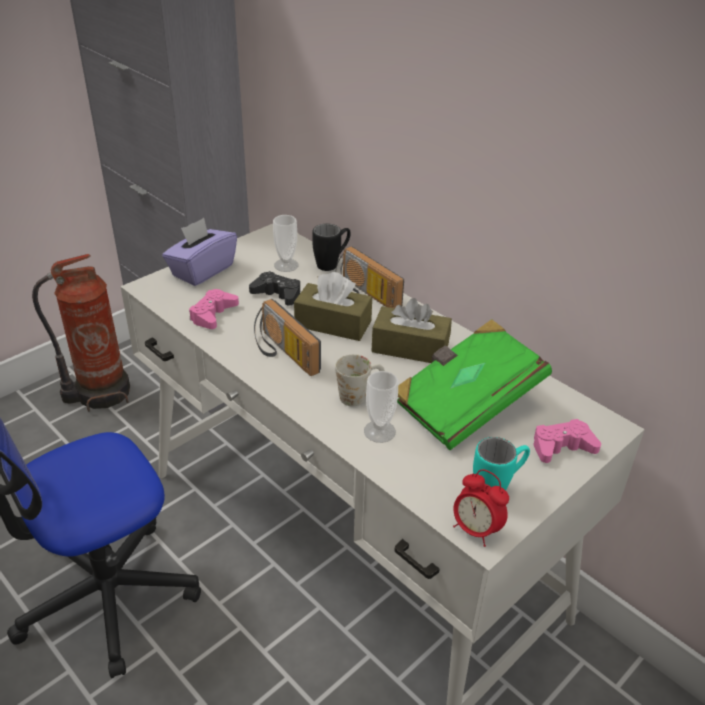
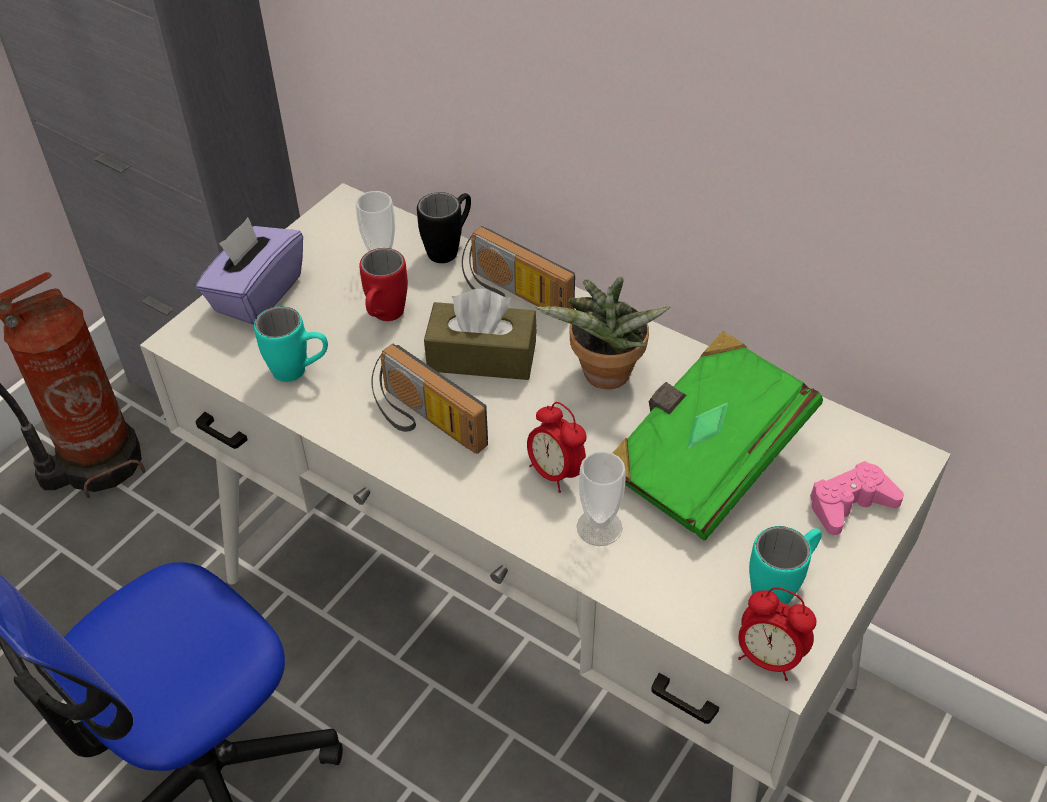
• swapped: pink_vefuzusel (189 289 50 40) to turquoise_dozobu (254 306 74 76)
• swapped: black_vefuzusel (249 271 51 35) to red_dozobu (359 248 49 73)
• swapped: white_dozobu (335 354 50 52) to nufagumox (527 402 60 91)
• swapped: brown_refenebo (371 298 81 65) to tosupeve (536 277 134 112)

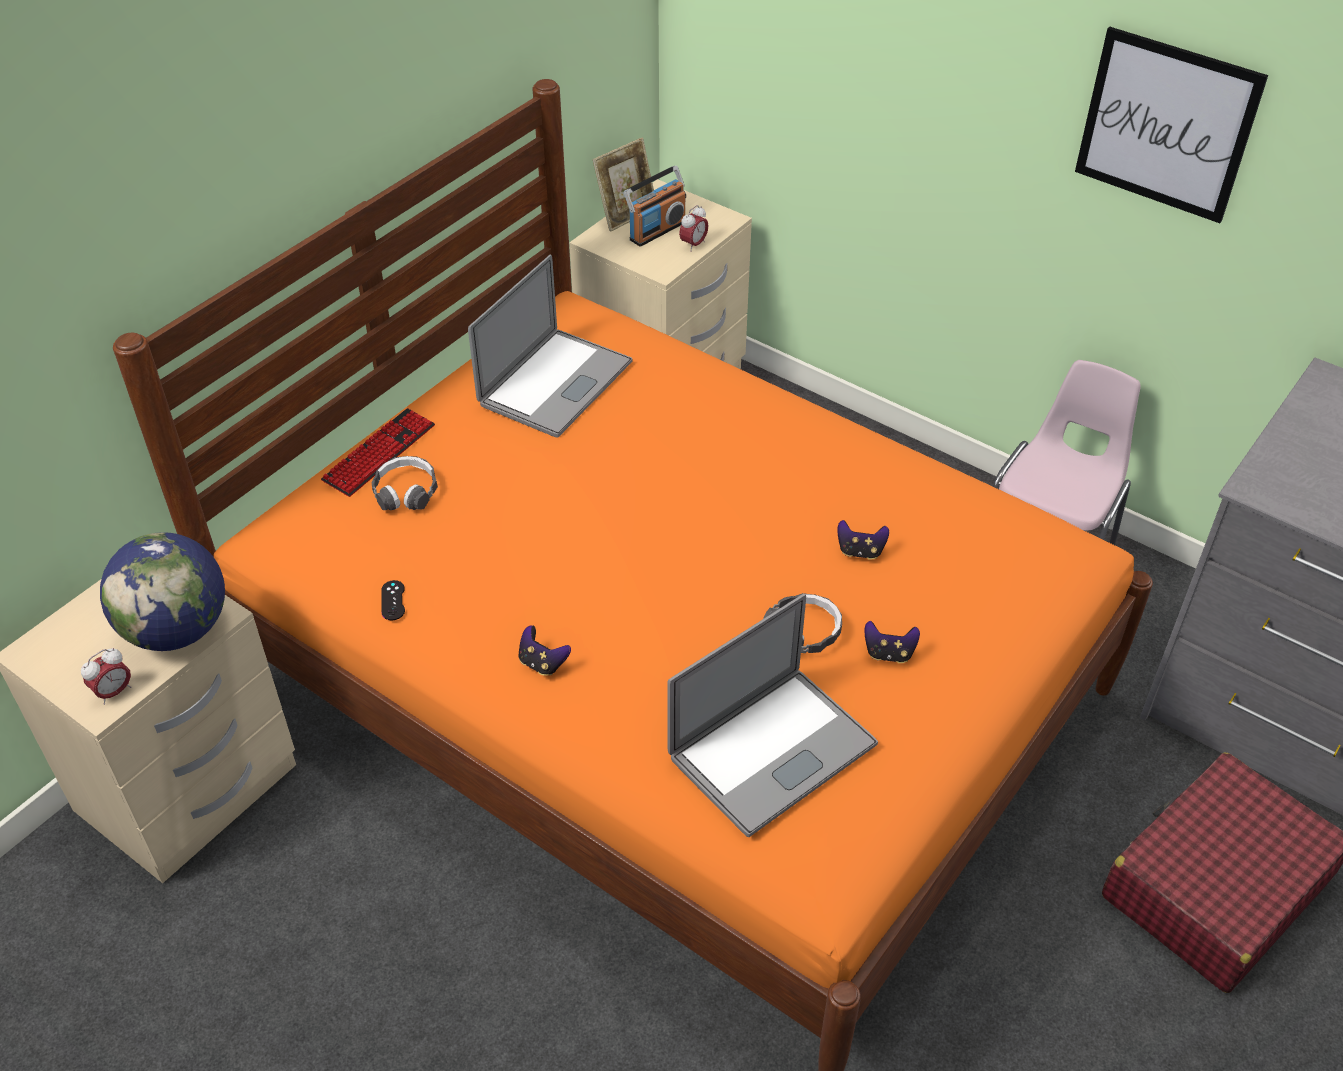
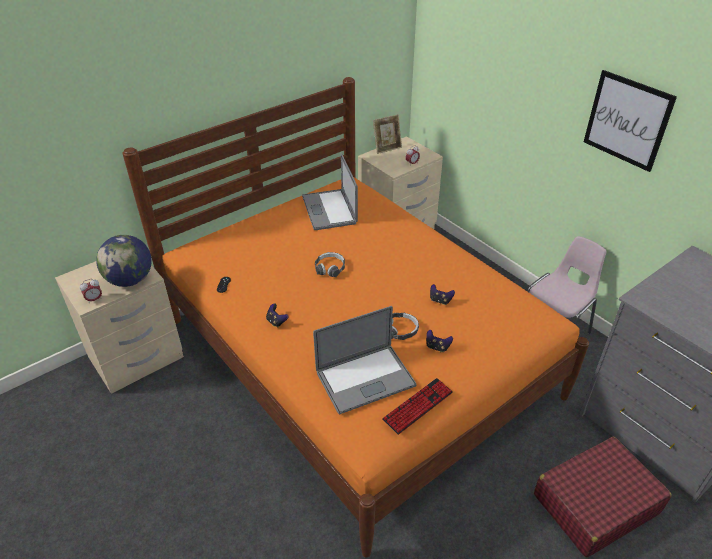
• gone: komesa (624 166 62 81)
• shifted: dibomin (321 408 114 89) to (382 378 71 57)
• shifted: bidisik (372 456 66 54) to (315 252 30 25)
• rotated: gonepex (468 255 164 183) = (302 153 56 77) 120 degrees clockwise

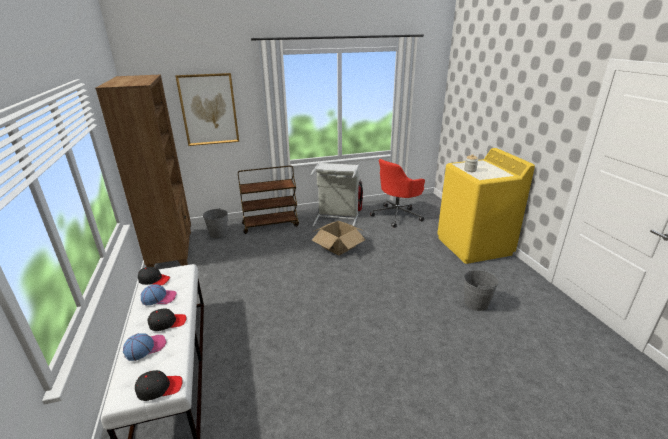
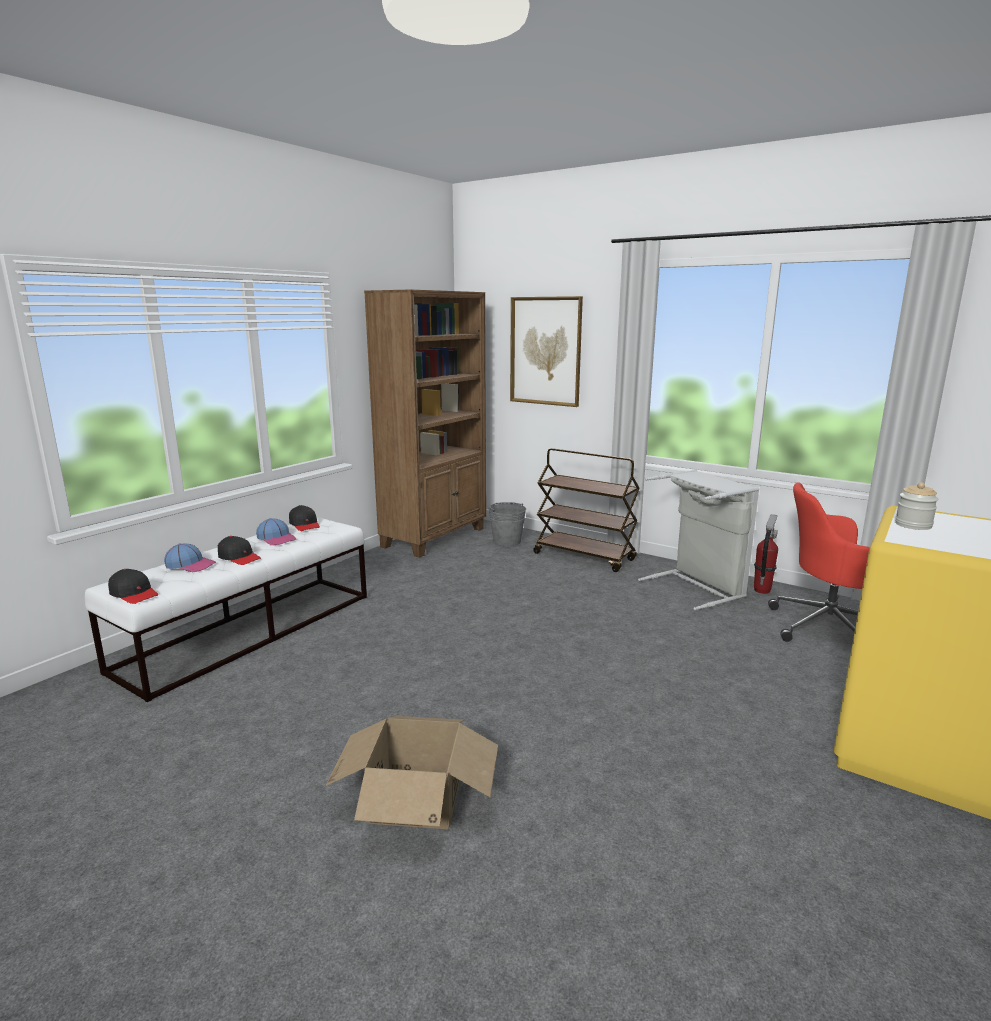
• gone: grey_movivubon (464 269 35 42)
• shifted: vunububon (312 221 54 35) to (326 716 172 113)

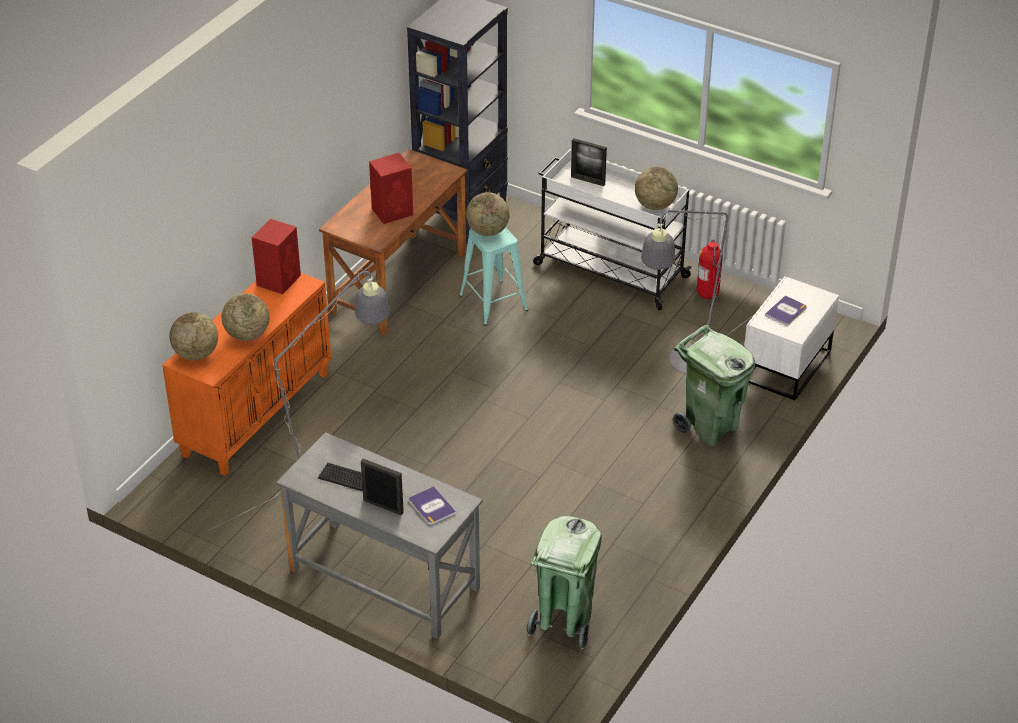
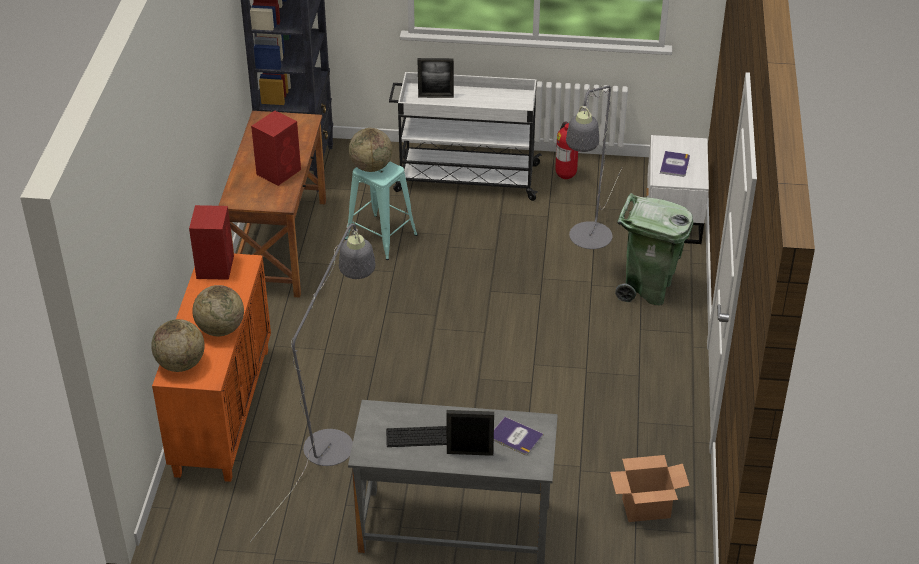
• gone: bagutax (635 167 43 43)
• swapped: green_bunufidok (526 516 76 133) to vunububon (610 455 80 67)

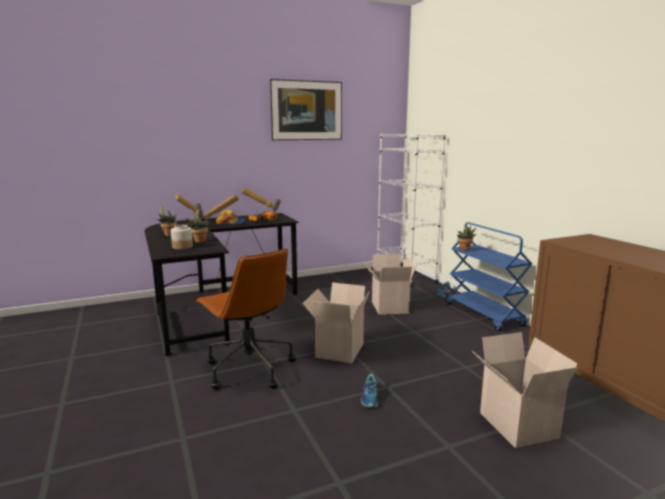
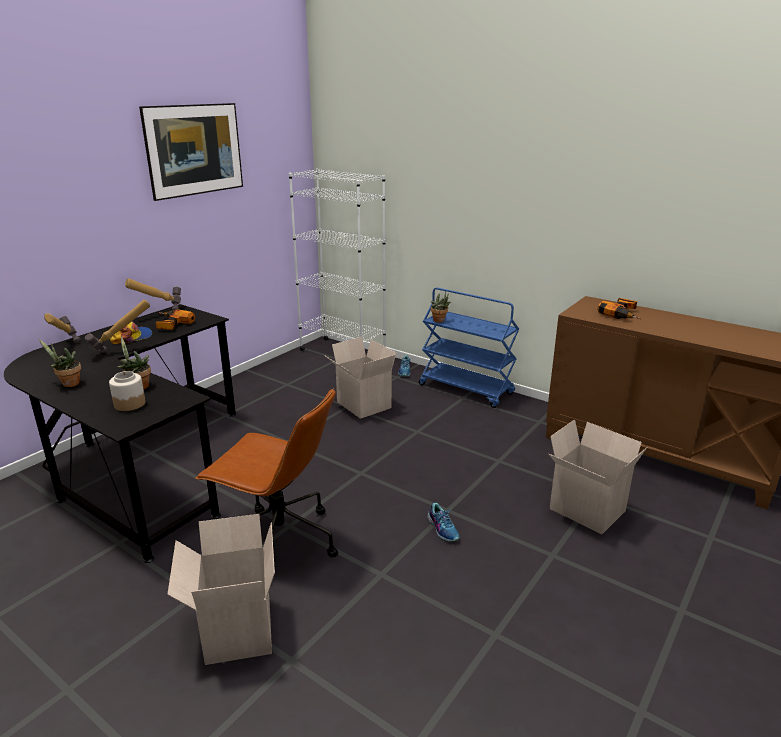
• new: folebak (598 298 43 21)
• shifted: vunububon (303 282 67 81) to (167 514 108 151)

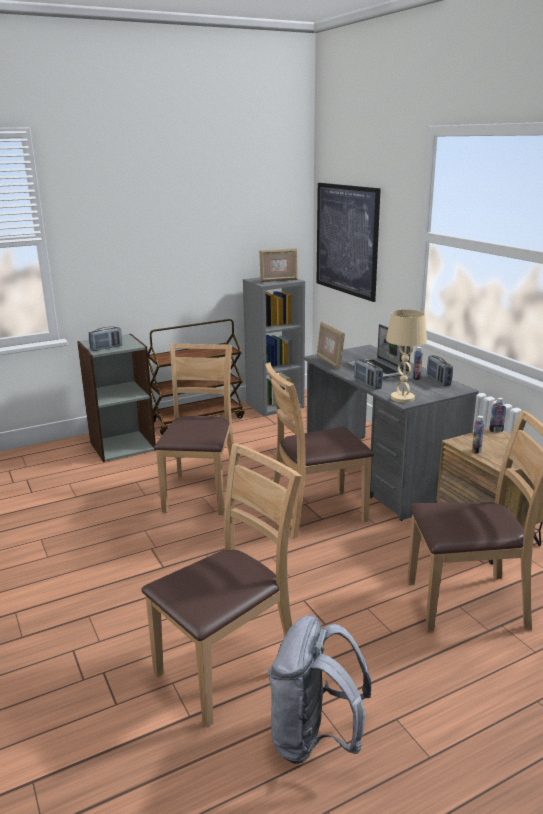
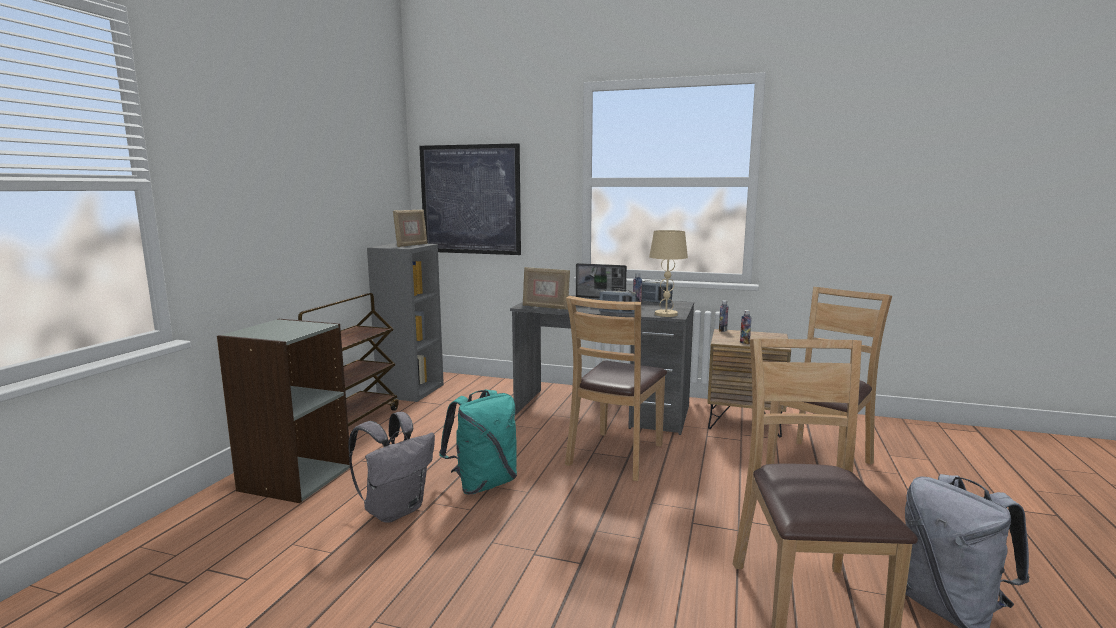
• gone: komesa (89 326 33 25)
• new: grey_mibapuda (348 412 87 111)
• swapped: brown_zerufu (154 344 80 171) to turquoise_mibapuda (439 390 78 105)

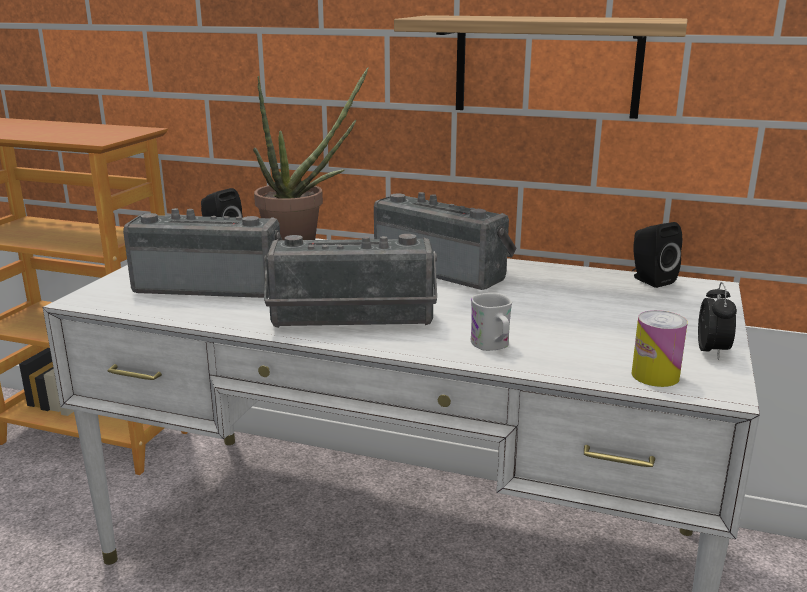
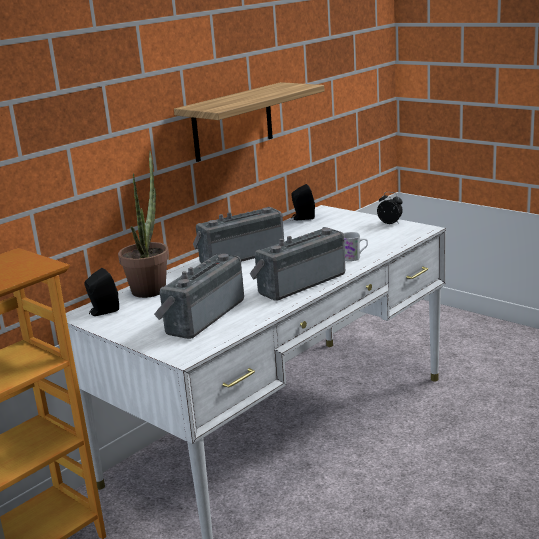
• gone: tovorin (631 310 57 77)
• rotated: komesa (264 234 173 94) = (250 227 95 74) 150 degrees counterclockwise

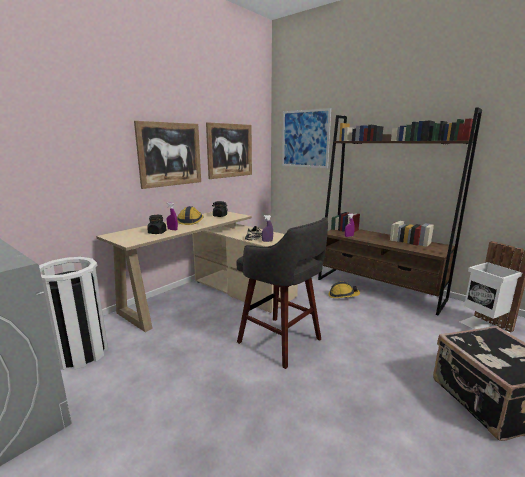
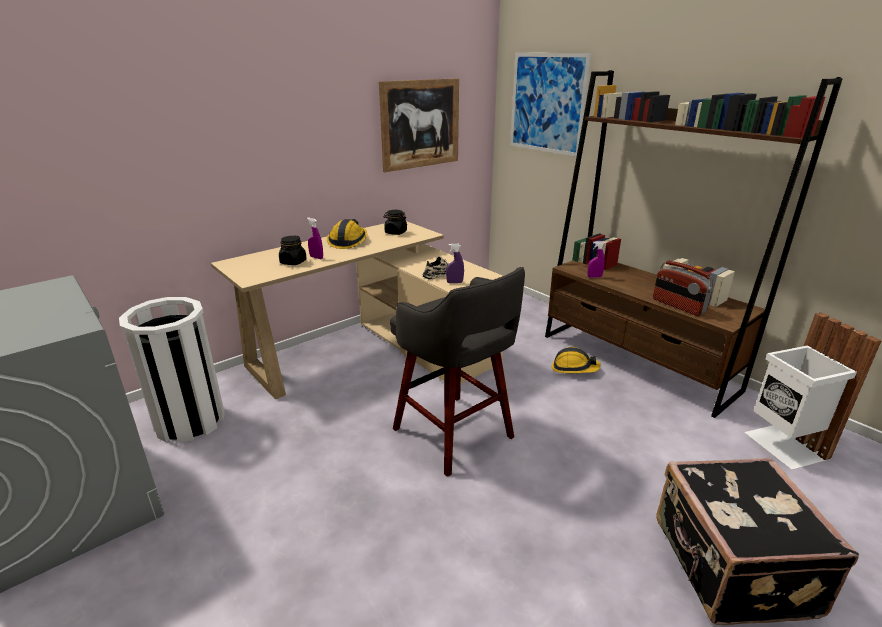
• gone: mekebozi (134 121 67 68)
• new: komesa (653 261 60 55)

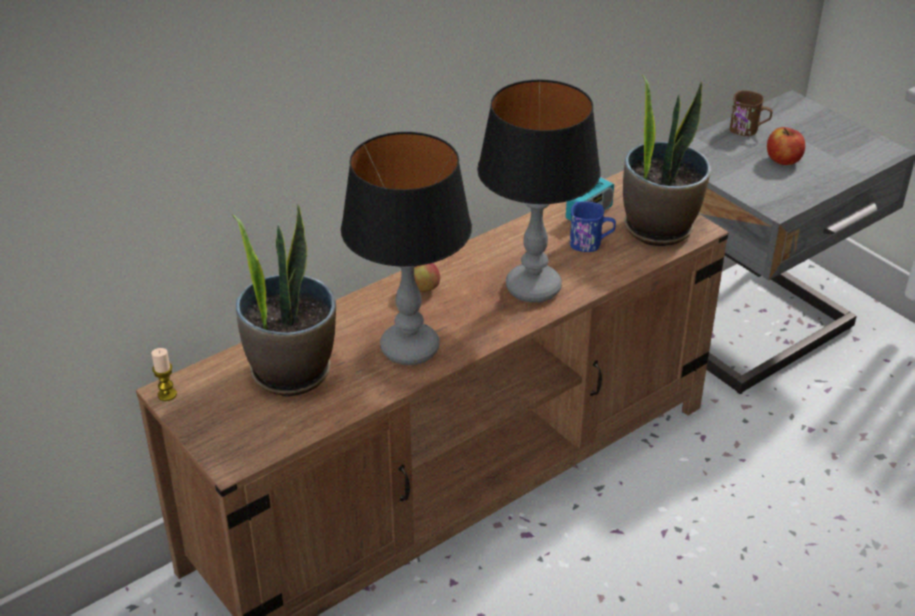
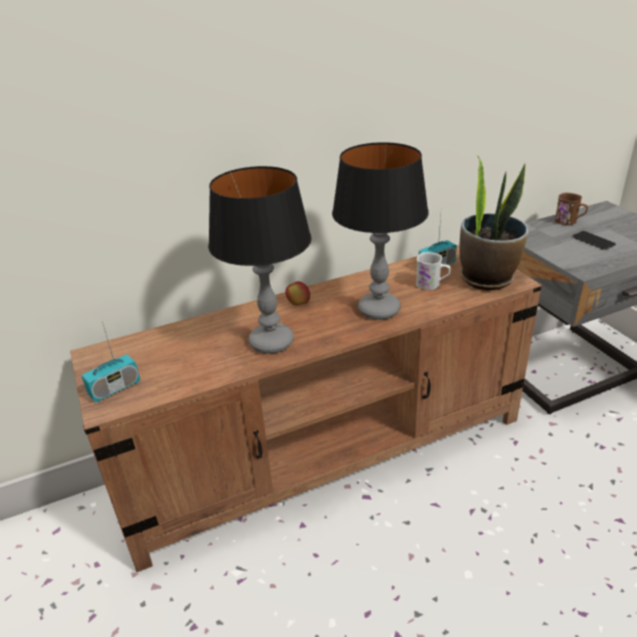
• gone: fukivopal (151 348 26 53)
• gone: tosupeve (232 204 104 193)
• new: komesa (82 322 58 80)
• swapped: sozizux (767 127 38 38) to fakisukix (573 231 43 19)
• repainted: blue_dozobu (570 201 46 51) to white_dozobu (416 252 35 38)

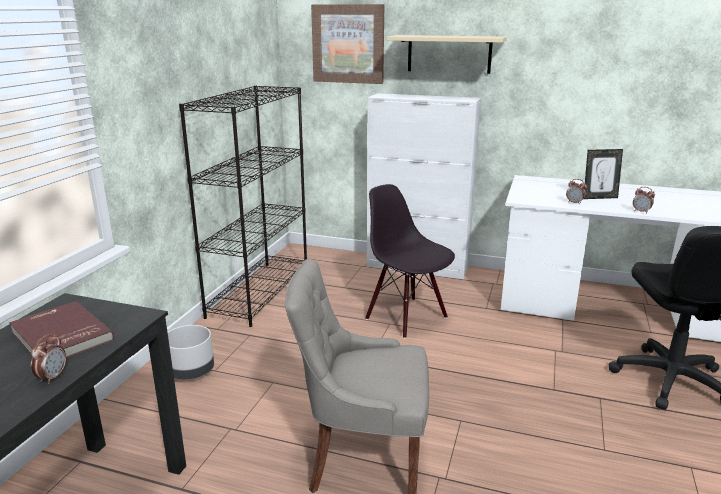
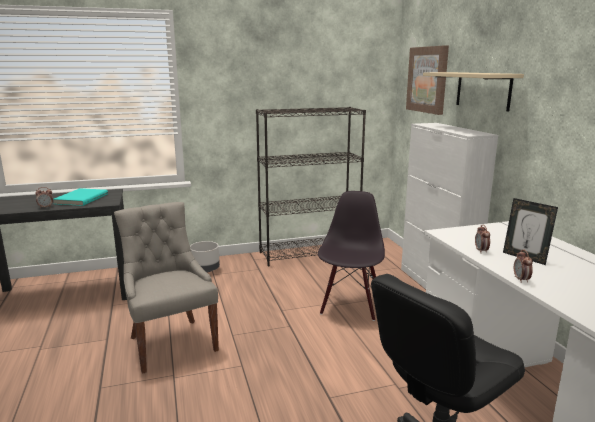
• repainted: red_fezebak (9 301 105 57) to turquoise_fezebak (53 188 55 18)

